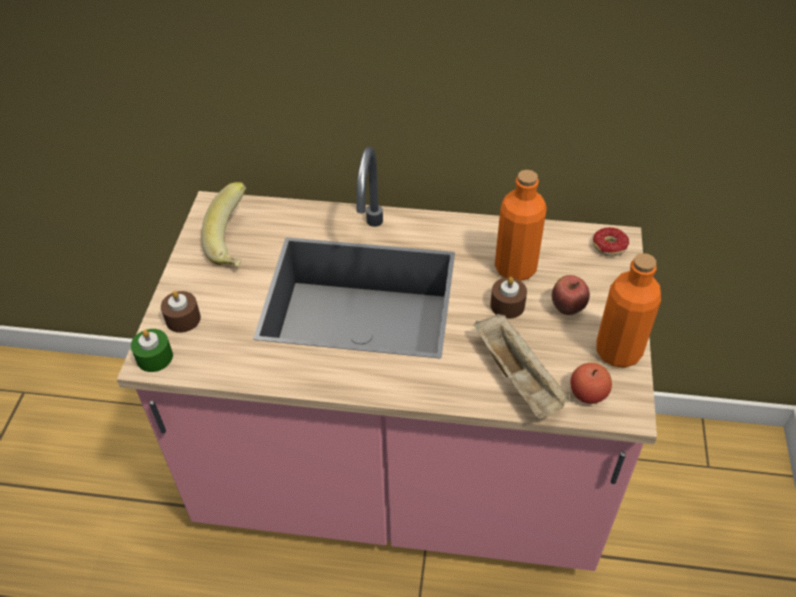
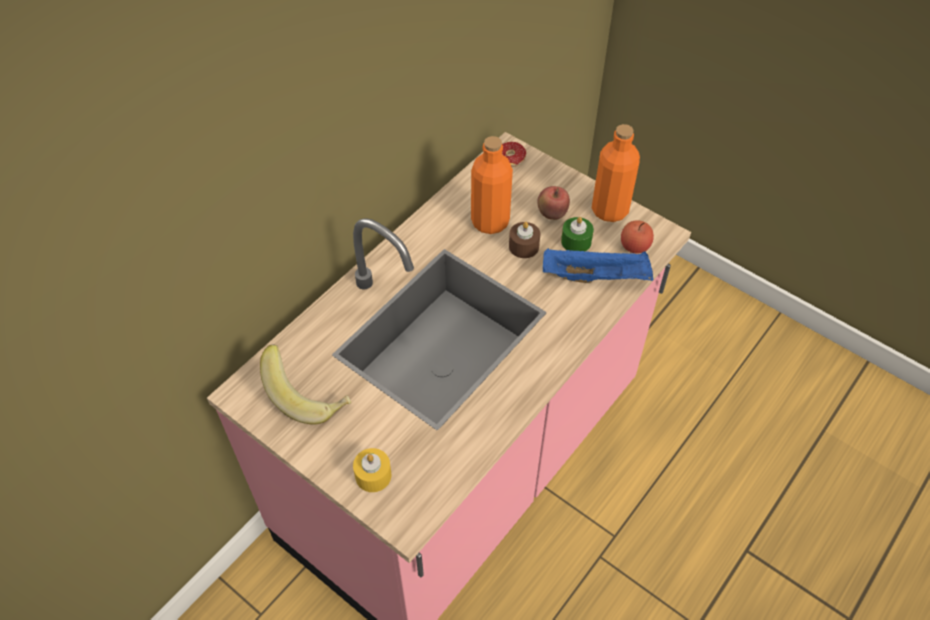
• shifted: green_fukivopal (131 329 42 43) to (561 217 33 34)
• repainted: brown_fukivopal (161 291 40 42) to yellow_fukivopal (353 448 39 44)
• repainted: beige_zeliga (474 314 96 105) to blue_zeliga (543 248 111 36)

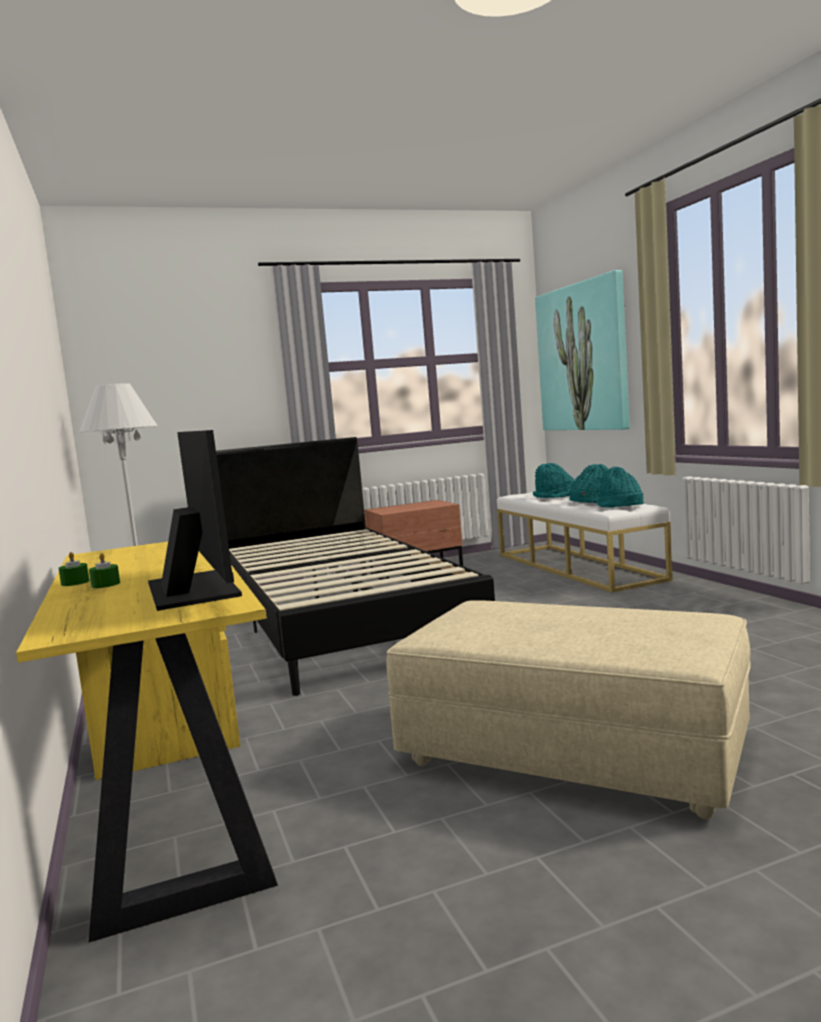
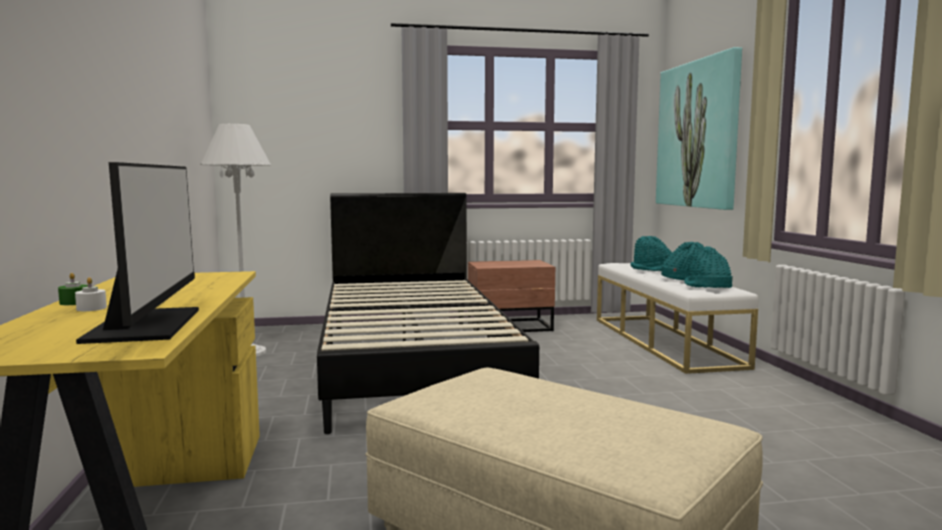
• repainted: green_fukivopal (89 553 31 35) to white_fukivopal (75 277 32 34)

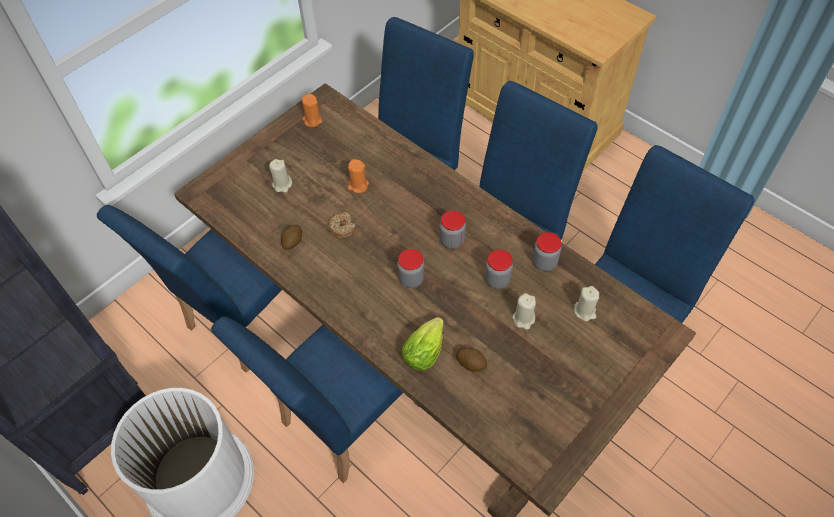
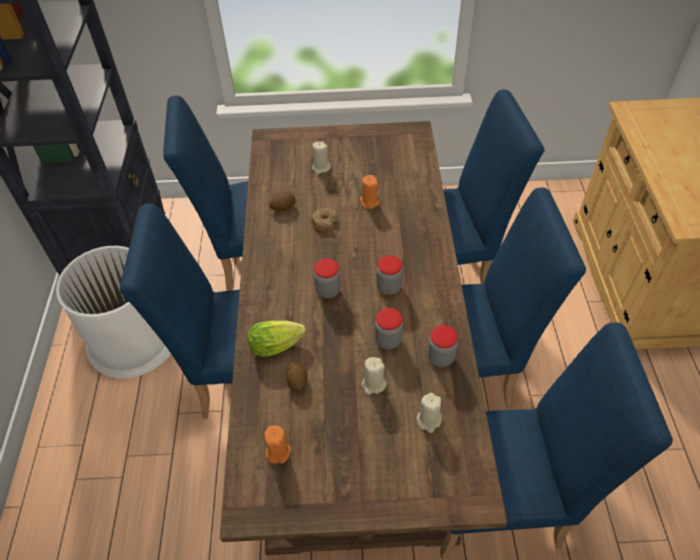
• shifted: orange_fukivopal (301 94 21 33) to (264 426 27 38)

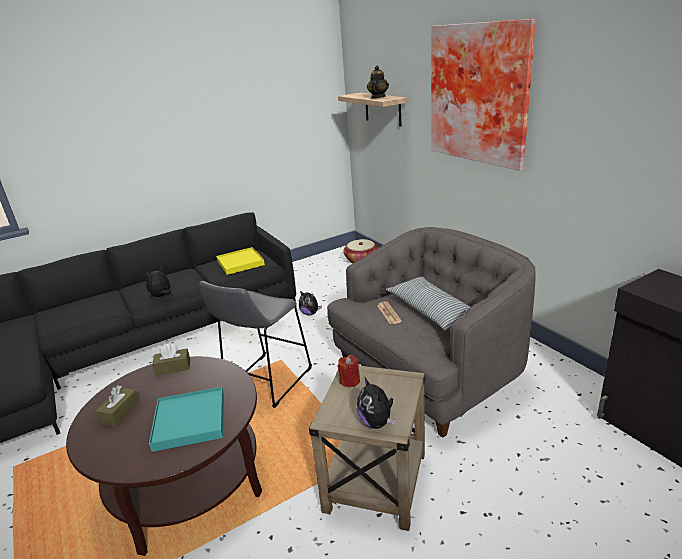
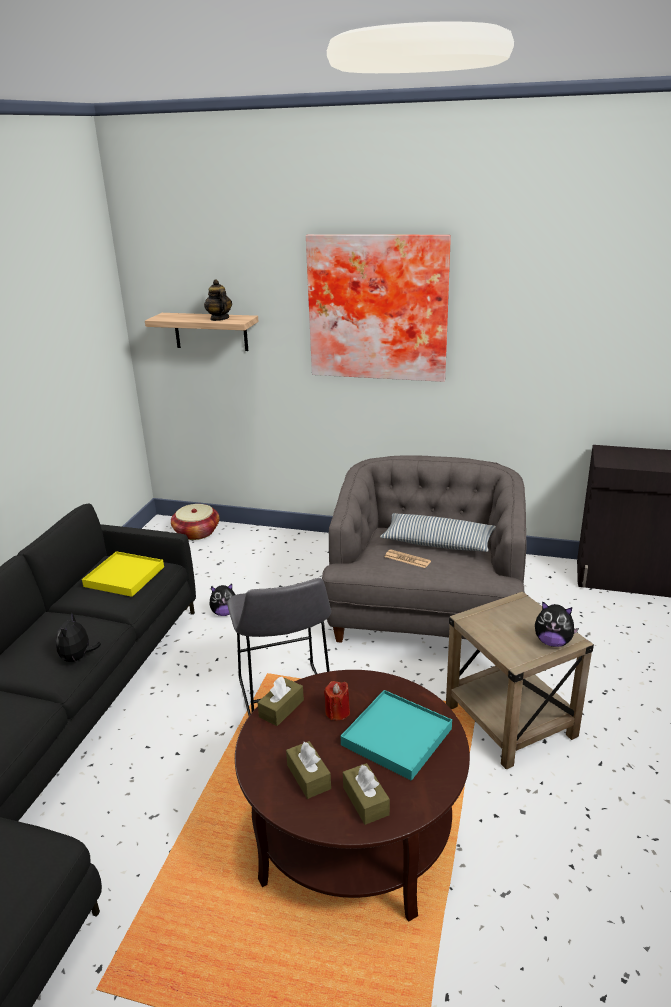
• new: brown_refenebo (343 763 47 62)
• shifted: red_fukivopal (338 355 22 32) to (324 681 26 39)

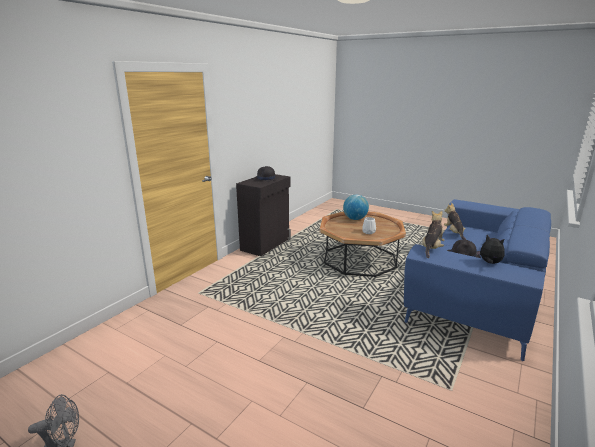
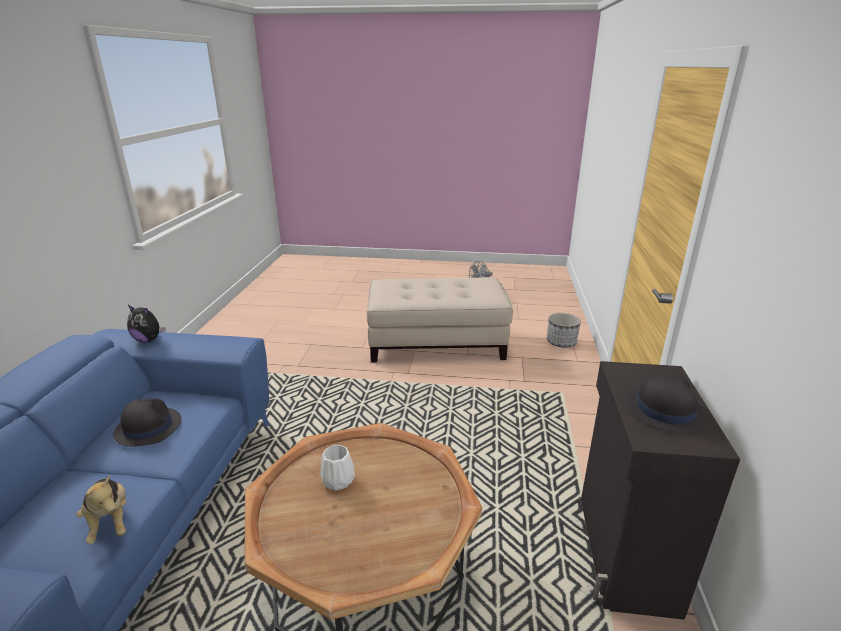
• gone: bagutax (343 195 26 25)
• gone: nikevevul (422 211 23 47)
• new: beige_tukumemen (367 277 146 85)
• new: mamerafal (547 313 34 35)

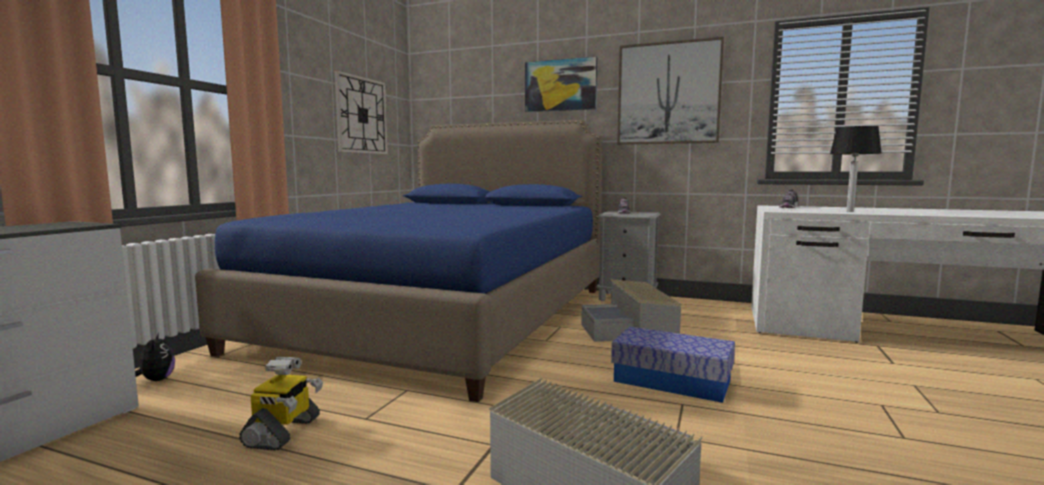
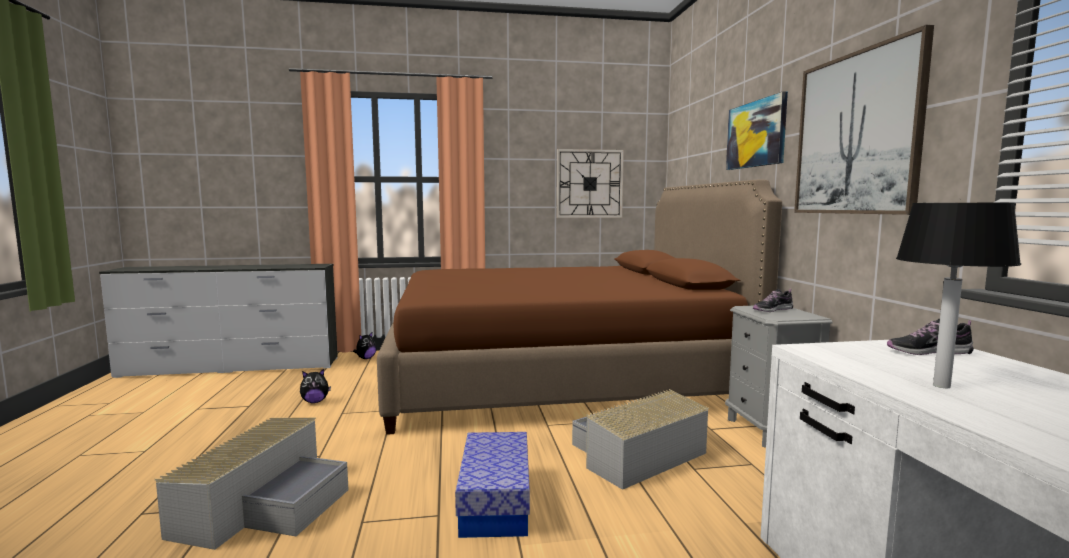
• swapped: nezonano (239 357 84 94) to nikevevul (300 369 31 34)
• repainted: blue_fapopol (195 120 408 282) to brown_fapopol (377 179 405 256)

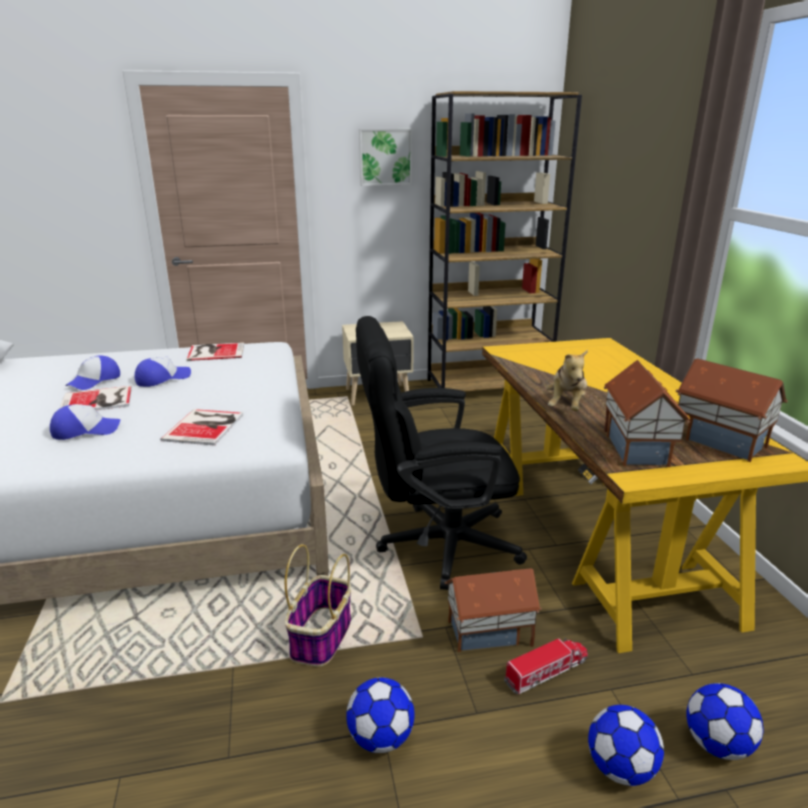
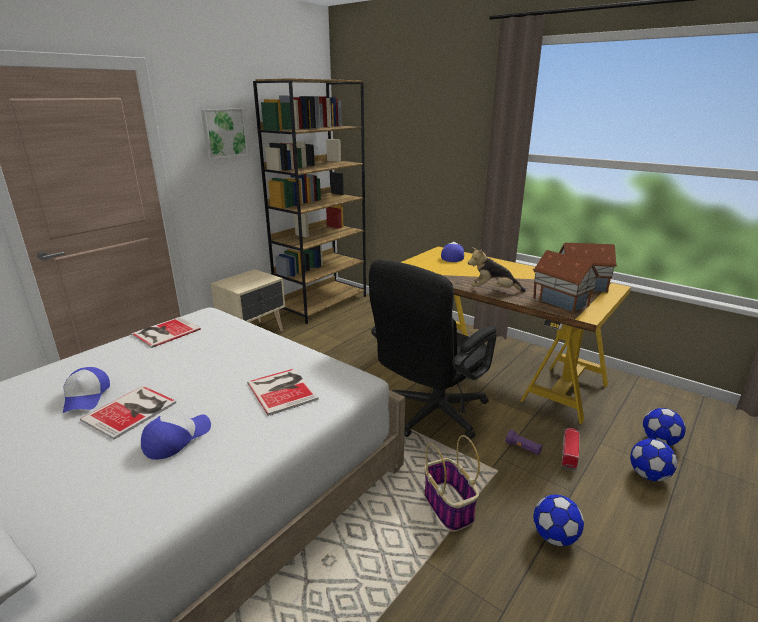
• shifted: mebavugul (135 357 56 30) to (441 242 23 20)
• swapped: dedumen (445 568 97 84) to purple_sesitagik (506 430 36 25)
• rotated: nikevevul (546 350 42 61) = (468 247 58 45) 120 degrees clockwise

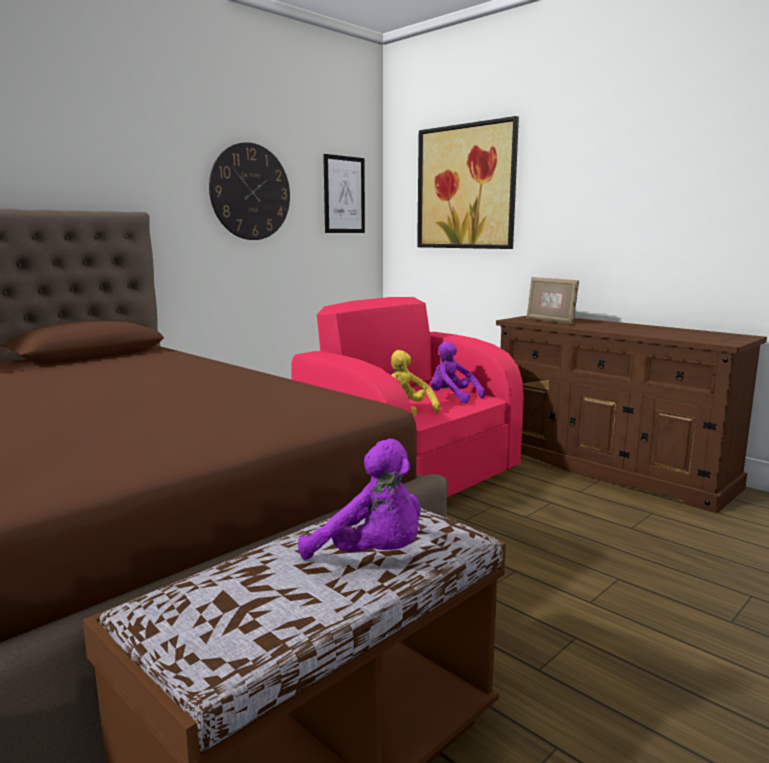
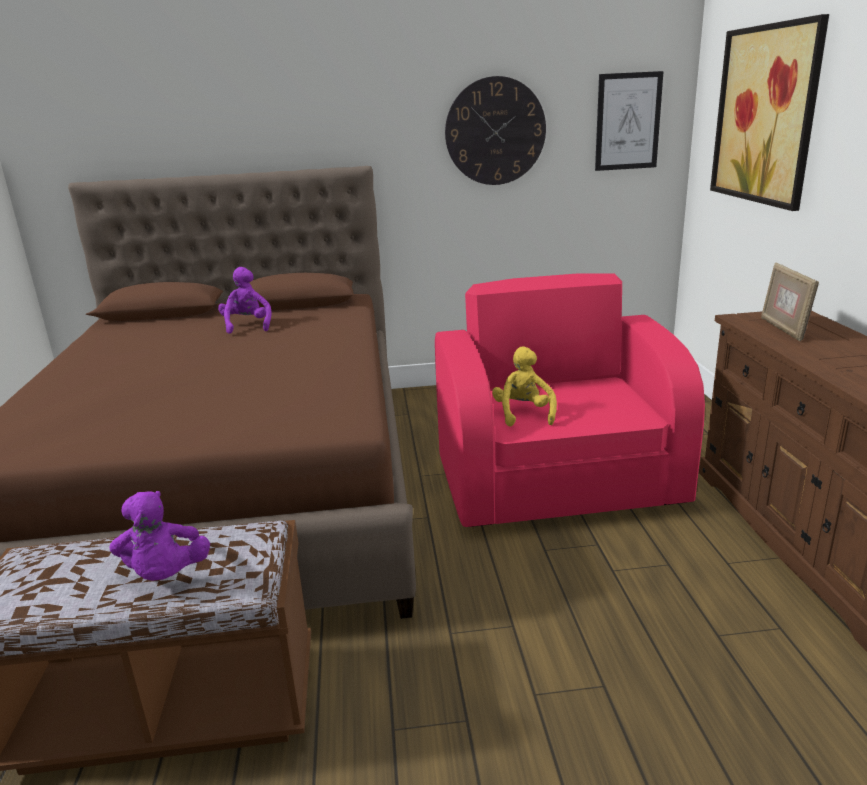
• shifted: purple_nikevevul (431 341 54 62) to (218 267 54 67)

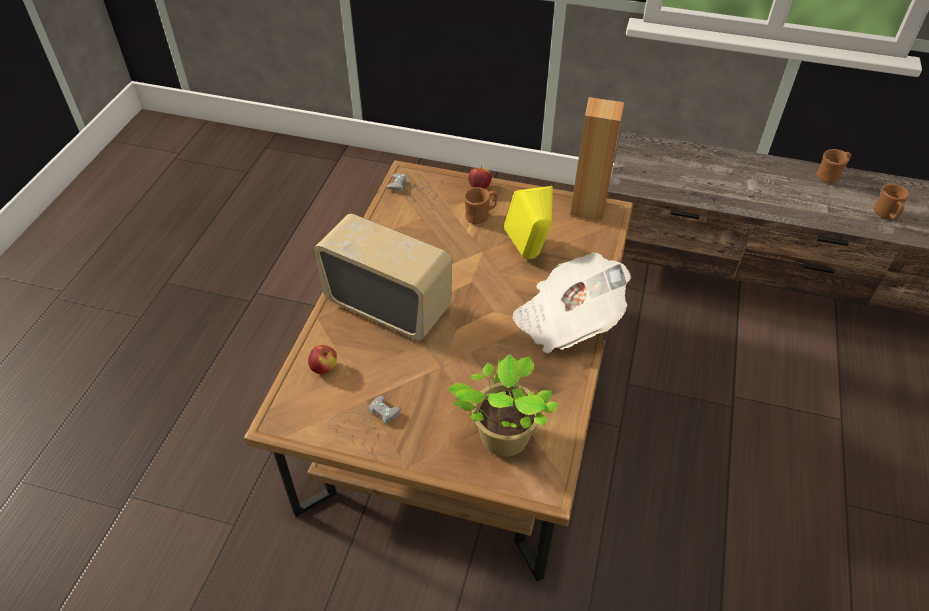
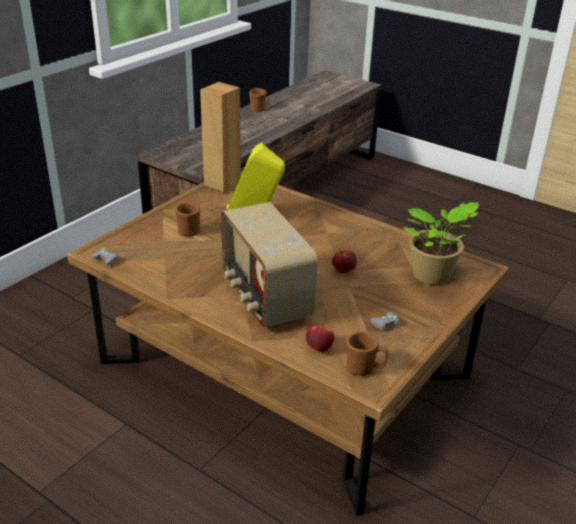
• gone: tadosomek (512 253 119 101)
• shifted: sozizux (468 165 24 24) to (332 249 25 24)
• shifted: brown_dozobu (873 184 36 35) to (346 332 43 44)
• rotated: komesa (314 214 138 127) = (221 202 97 126) 75 degrees counterclockwise

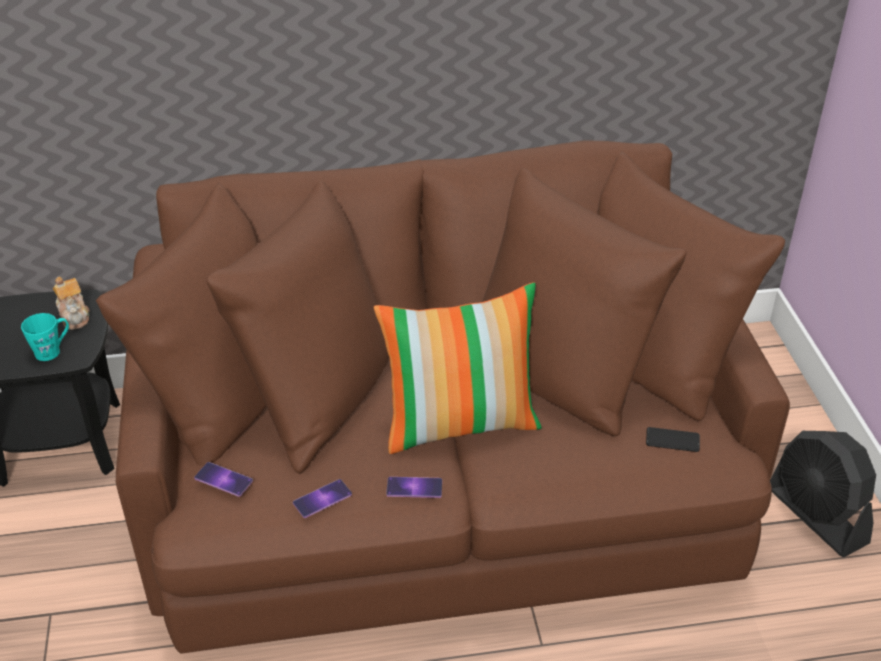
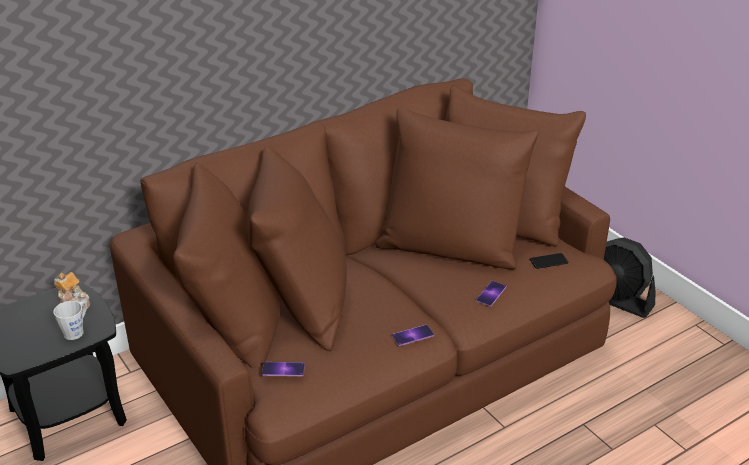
• gone: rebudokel (374 282 168 172)
• shifted: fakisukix (293 479 59 39) to (476 281 30 25)
• repainted: turquoise_dozobu (21 313 48 48) to grey_dozobu (54 301 33 39)

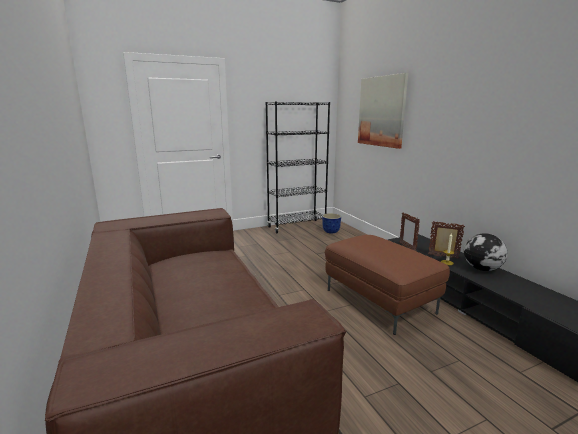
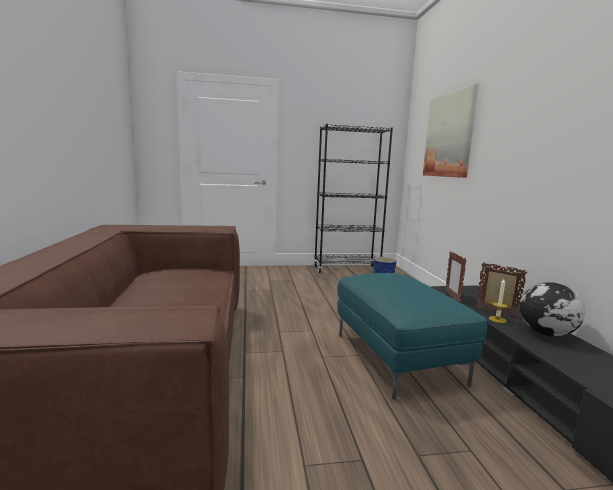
• repainted: brown_tukumemen (325 235 125 100) to turquoise_tukumemen (337 273 150 127)

